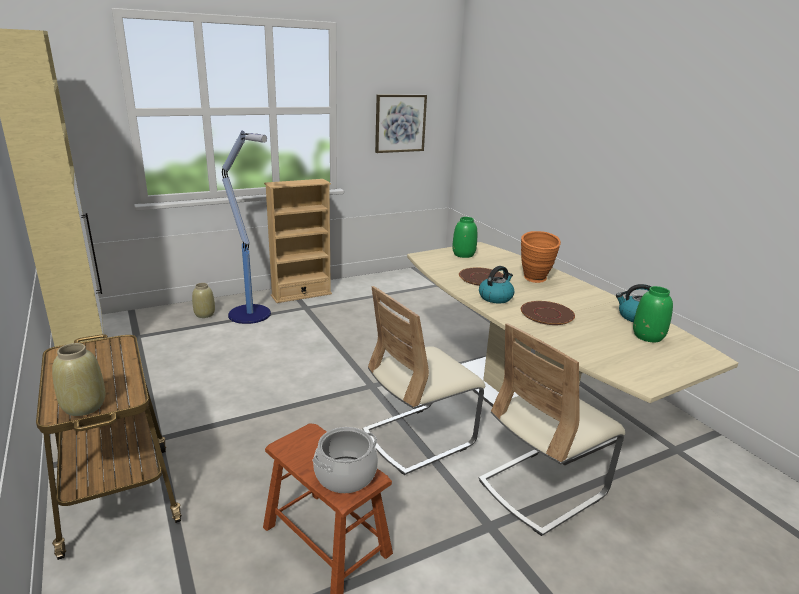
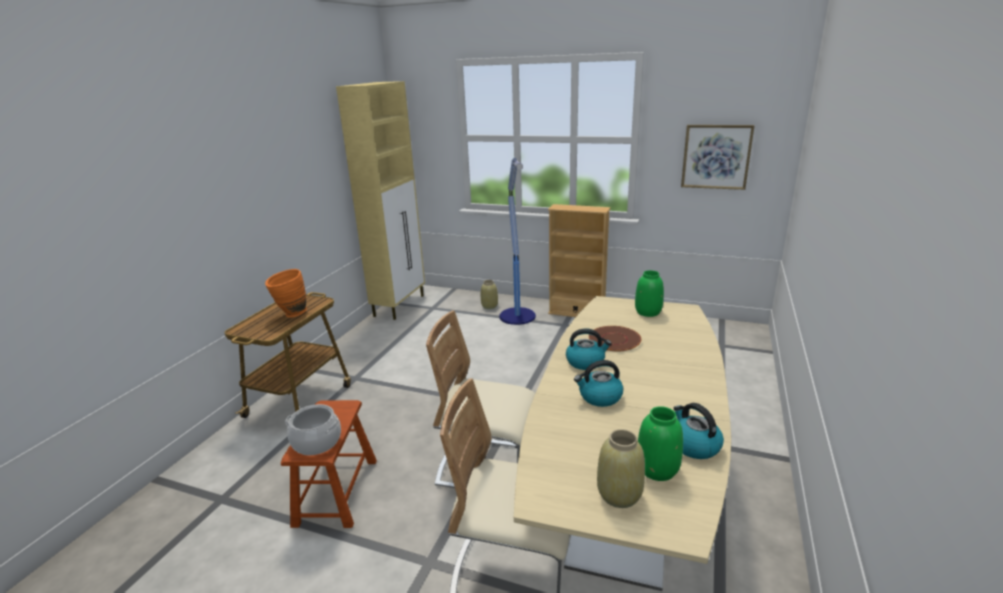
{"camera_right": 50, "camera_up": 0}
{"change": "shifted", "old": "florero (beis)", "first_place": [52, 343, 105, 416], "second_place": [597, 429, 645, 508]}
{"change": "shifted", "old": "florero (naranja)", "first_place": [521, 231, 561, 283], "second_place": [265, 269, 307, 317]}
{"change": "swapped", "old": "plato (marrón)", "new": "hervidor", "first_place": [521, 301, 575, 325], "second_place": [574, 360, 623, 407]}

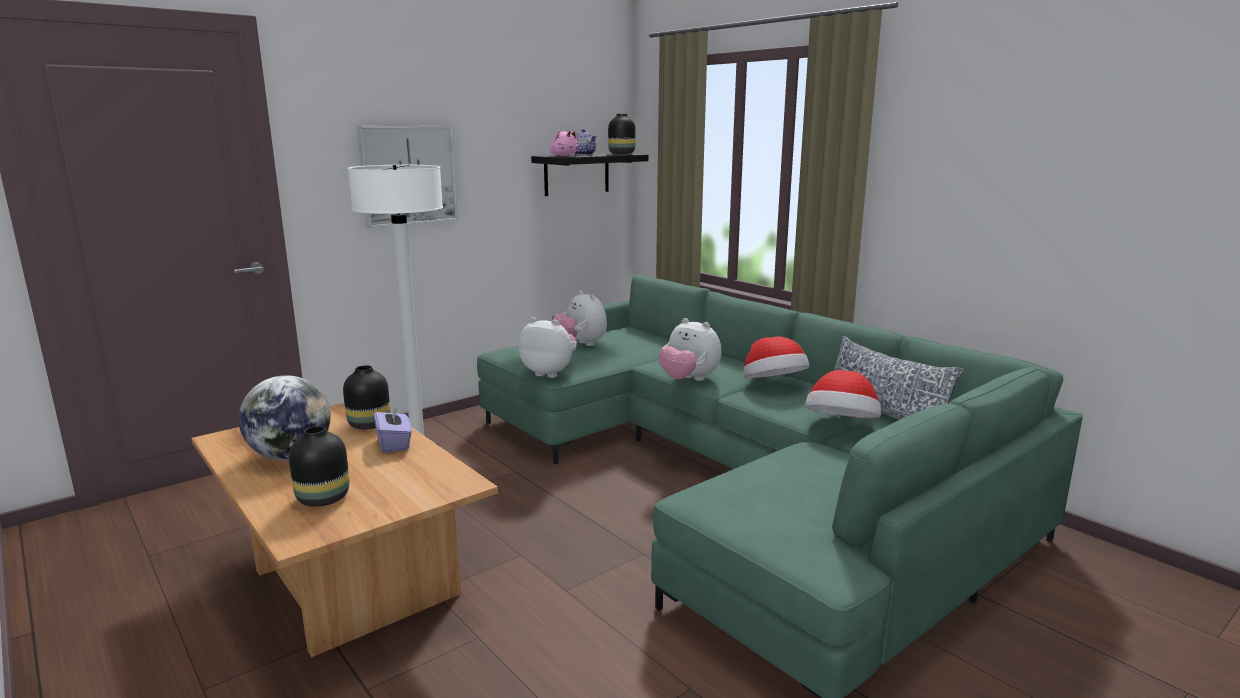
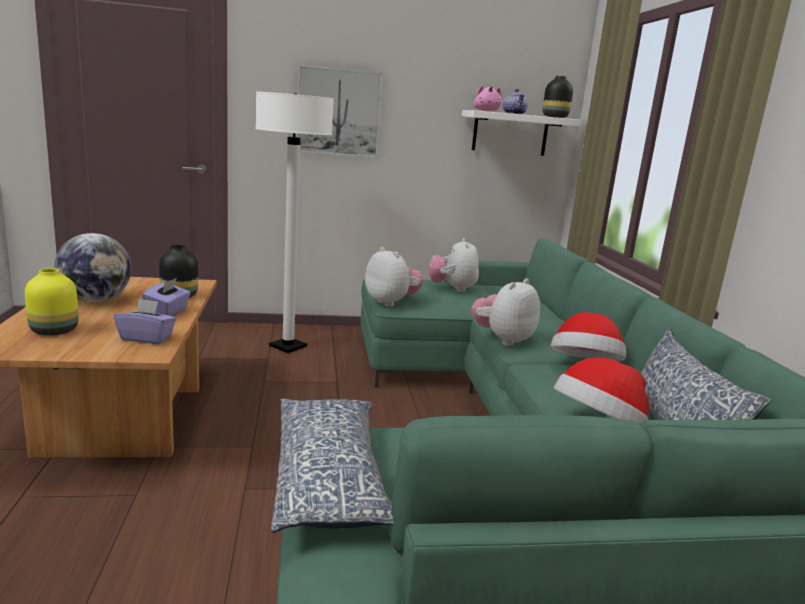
{"camera_right": 30, "camera_up": 0}
{"change": "repainted", "old": "florero (negro)", "new": "florero (amarillo)", "first_place": [289, 426, 349, 507], "second_place": [25, 268, 79, 336]}
{"change": "repainted", "old": "estante (negro)", "new": "estante (blanco)", "first_place": [531, 153, 648, 196], "second_place": [462, 110, 581, 156]}
{"change": "rotated", "old": "peluche", "first_place": [659, 318, 722, 381], "second_place": [472, 278, 540, 346], "degrees": 60}
{"change": "new", "new": "caja de pañuelos (morado)", "second_place": [114, 299, 176, 344]}
{"change": "new", "new": "cojín", "second_place": [271, 399, 393, 533]}

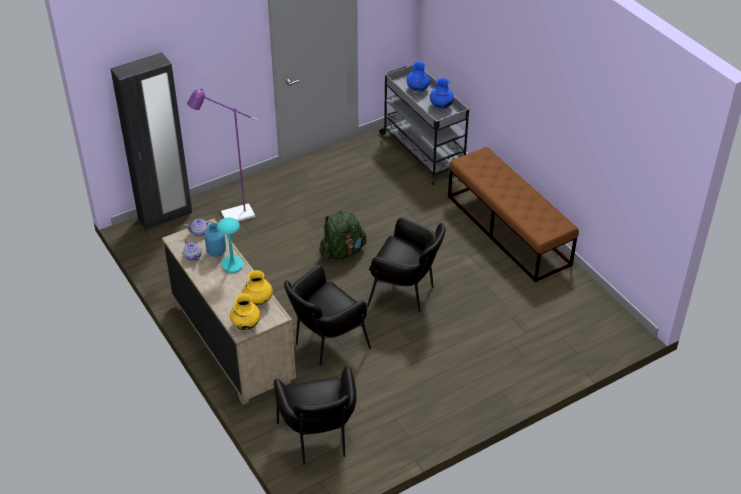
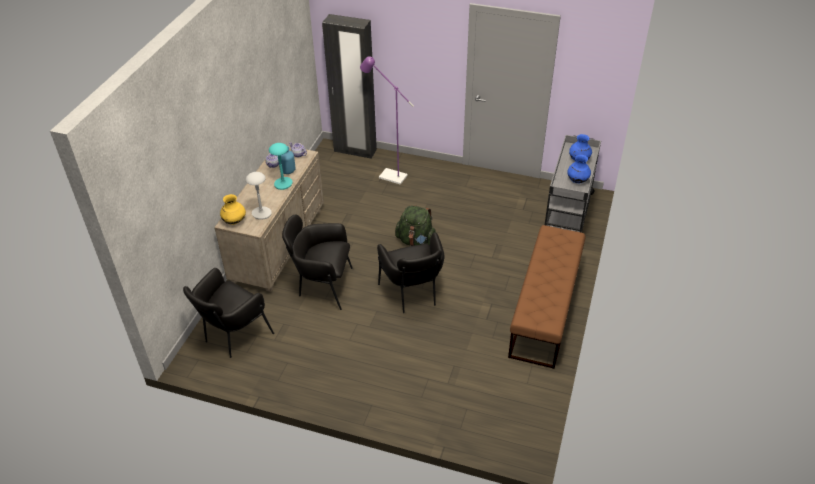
{"camera_right": 50, "camera_up": 0}
{"change": "swapped", "old": "florero (amarillo)", "new": "lámpara de mesa (gris)", "first_place": [242, 270, 273, 306], "second_place": [246, 172, 272, 220]}

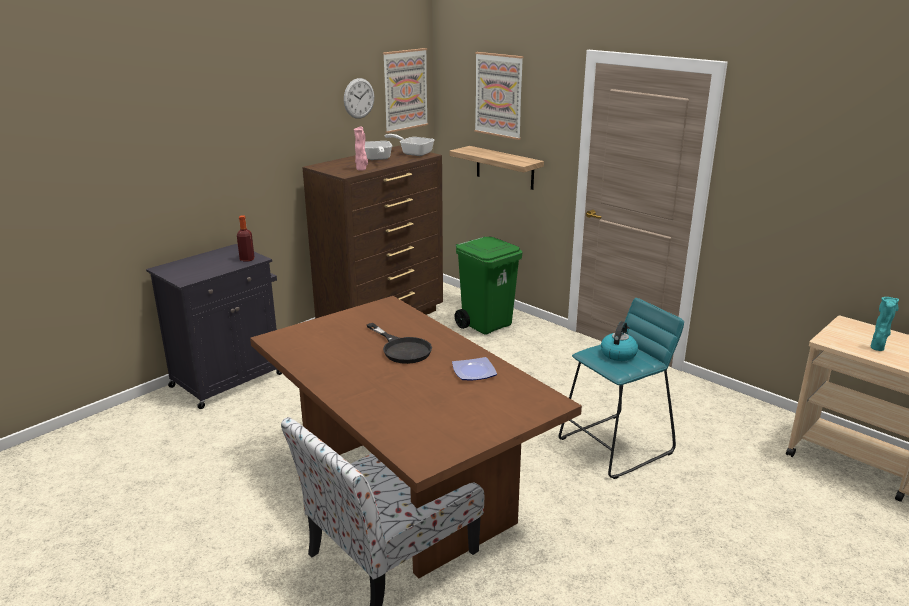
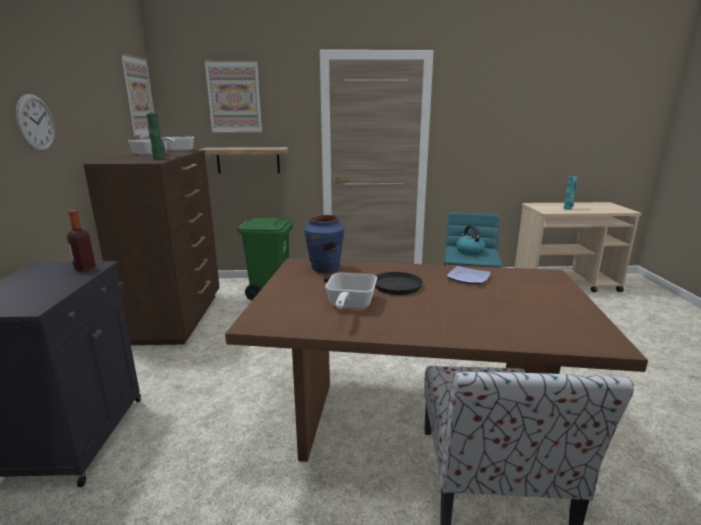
{"camera_right": -45, "camera_up": -5}
{"change": "shifted", "old": "reloj de pared", "first_place": [344, 78, 374, 119], "second_place": [16, 94, 55, 152]}
{"change": "repainted", "old": "florero (rosa)", "new": "florero (verde)", "first_place": [354, 126, 368, 171], "second_place": [146, 112, 165, 160]}
{"change": "new", "new": "florero (azul)", "second_place": [304, 215, 345, 273]}
{"change": "new", "new": "sartén", "second_place": [325, 273, 377, 309]}

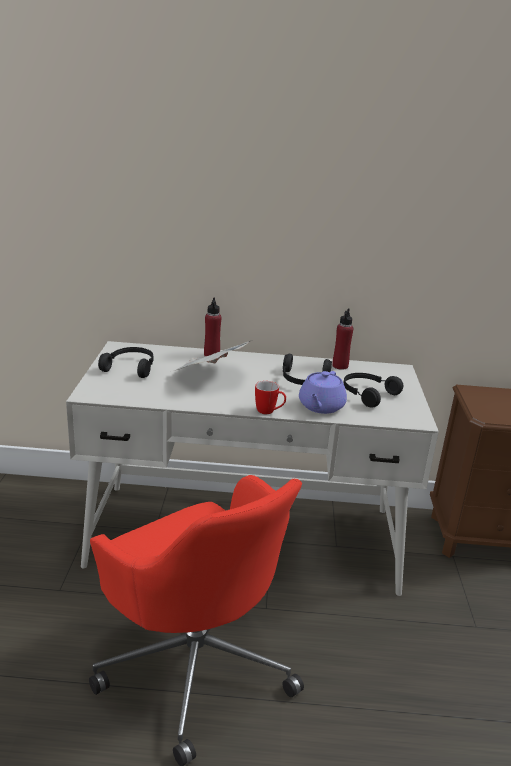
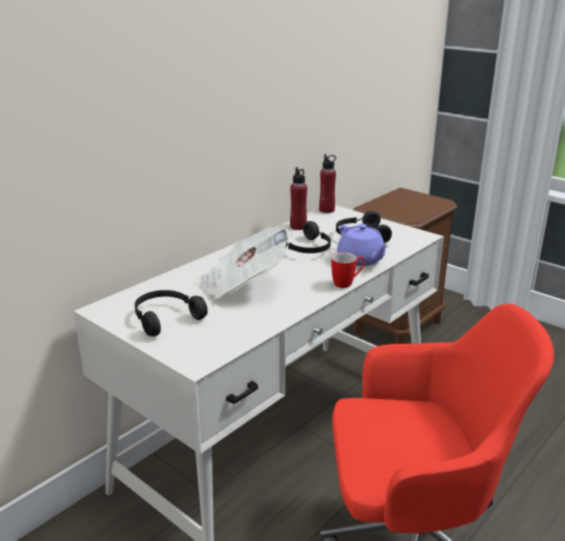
{"camera_right": -50, "camera_up": 0}
{"change": "shifted", "old": "botella (rojo)", "first_place": [204, 297, 221, 356], "second_place": [319, 154, 336, 213]}

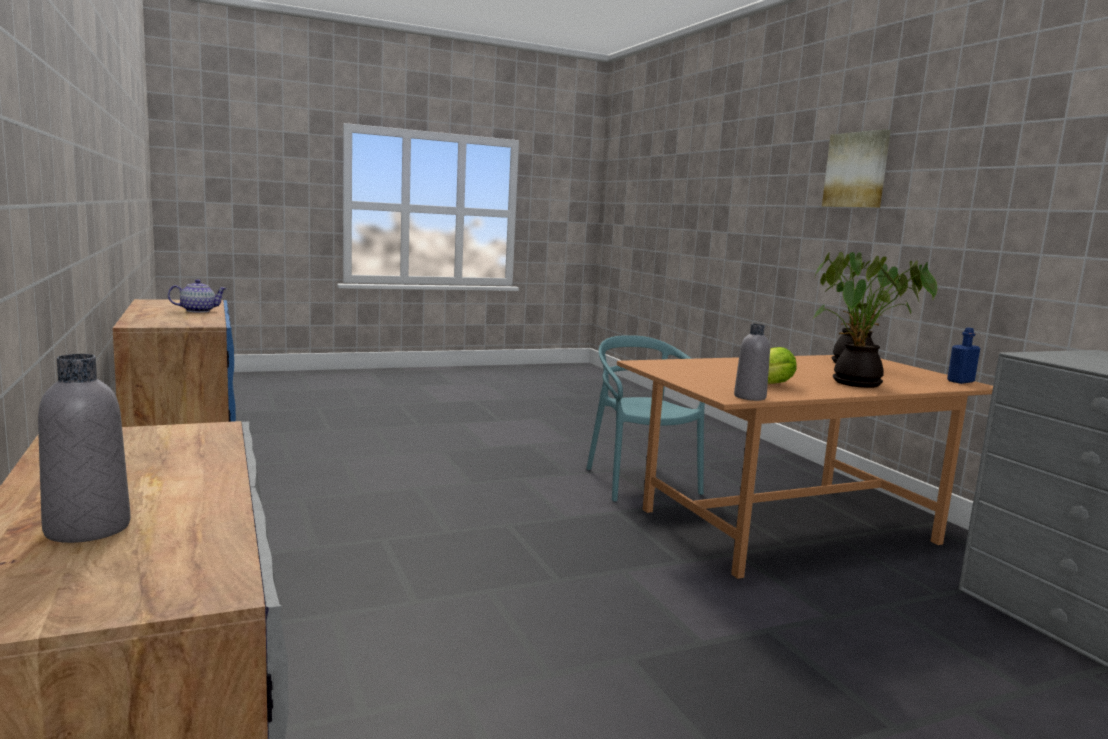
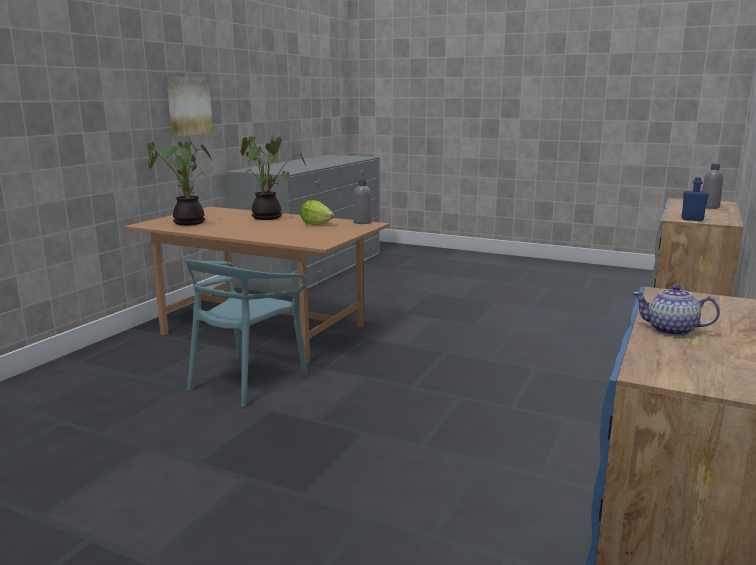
{"camera_right": -130, "camera_up": 5}
{"change": "shifted", "old": "cuadro", "first_place": [822, 129, 891, 208], "second_place": [167, 77, 213, 136]}
{"change": "shifted", "old": "botella (azul)", "first_place": [947, 327, 980, 384], "second_place": [681, 177, 709, 221]}

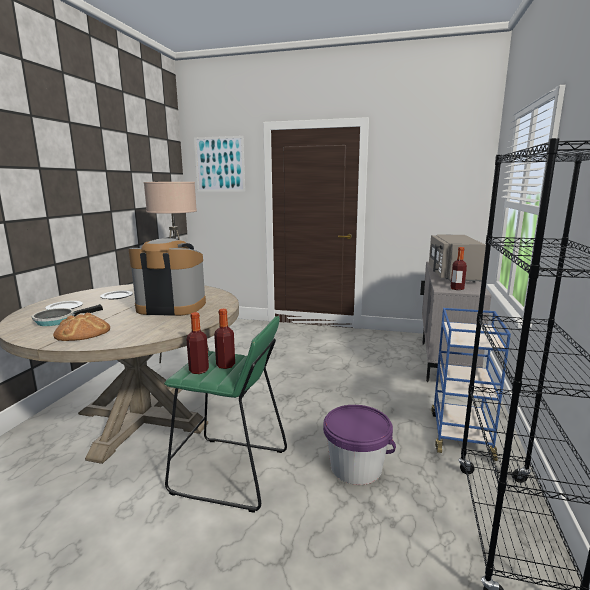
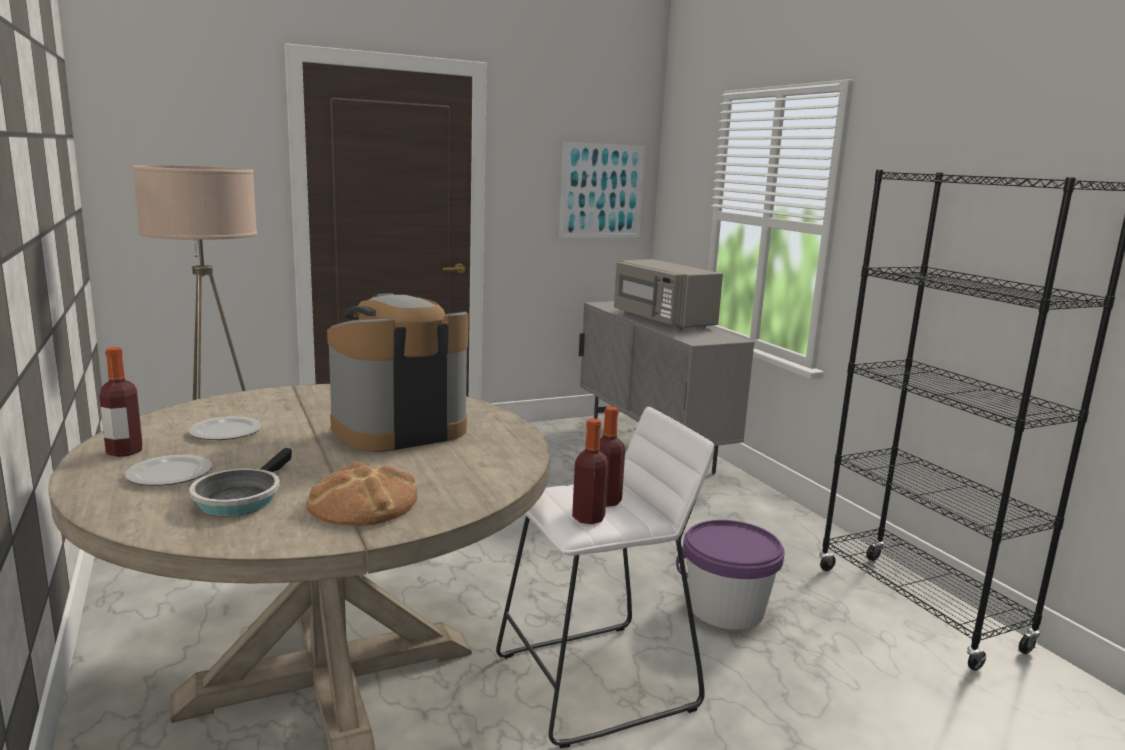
{"camera_right": -40, "camera_up": 0}
{"change": "repainted", "old": "taburete (verde)", "new": "taburete (blanco)", "first_place": [164, 316, 287, 513], "second_place": [496, 407, 714, 748]}
{"change": "shifted", "old": "cuadro", "first_place": [194, 136, 245, 192], "second_place": [559, 142, 646, 237]}
{"change": "gone", "old": "carrito (azul)", "first_place": [432, 308, 511, 461]}
{"change": "shifted", "old": "botella", "first_place": [450, 247, 467, 290], "second_place": [99, 347, 143, 457]}

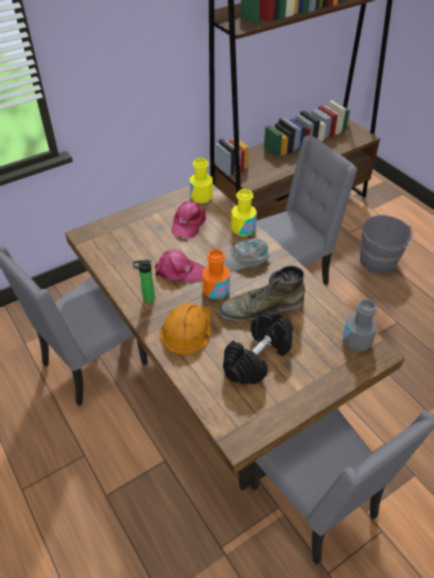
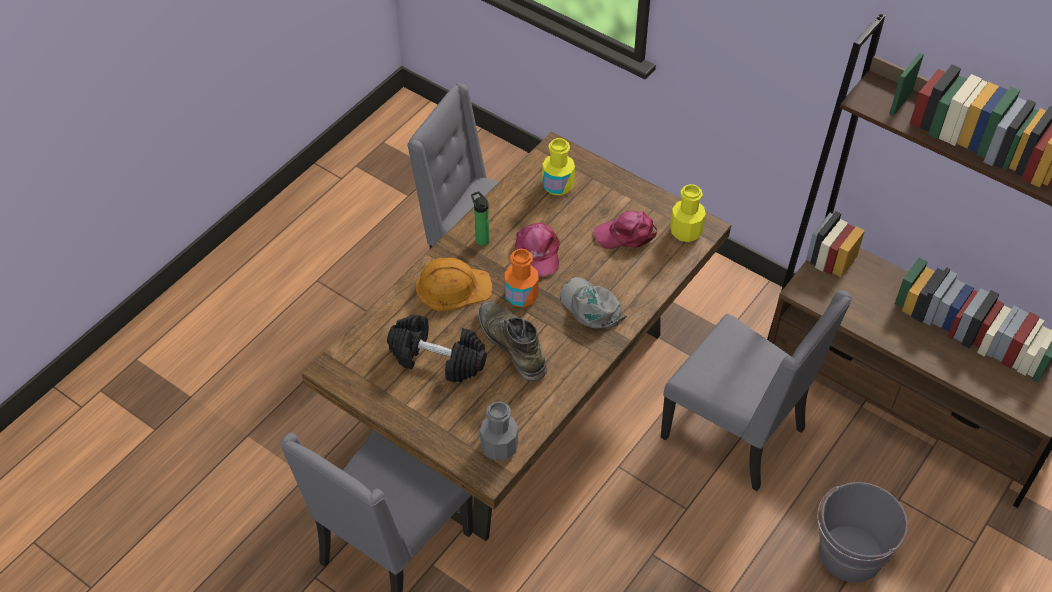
{"camera_right": 70, "camera_up": 5}
{"change": "shifted", "old": "botella (amarillo)", "first_place": [231, 189, 257, 236], "second_place": [542, 138, 575, 195]}

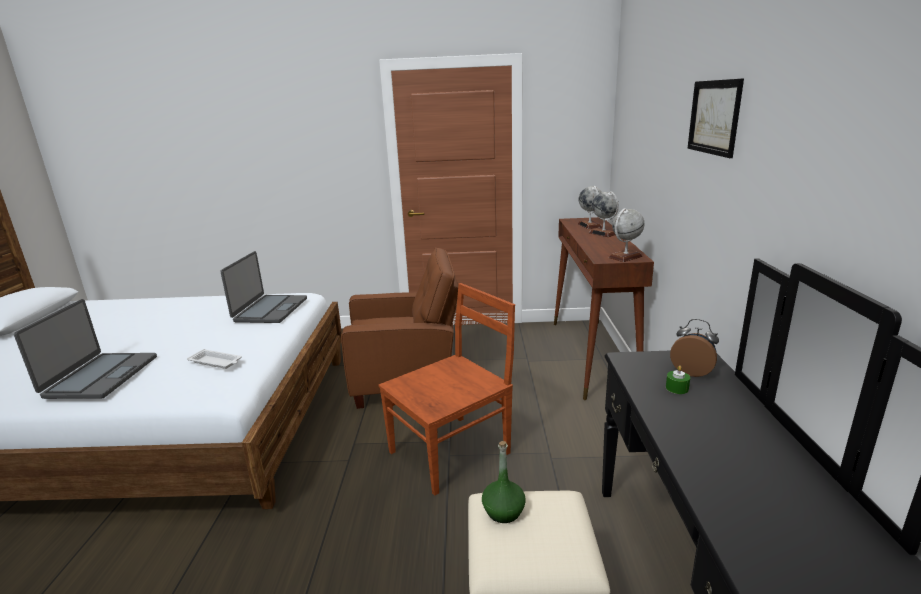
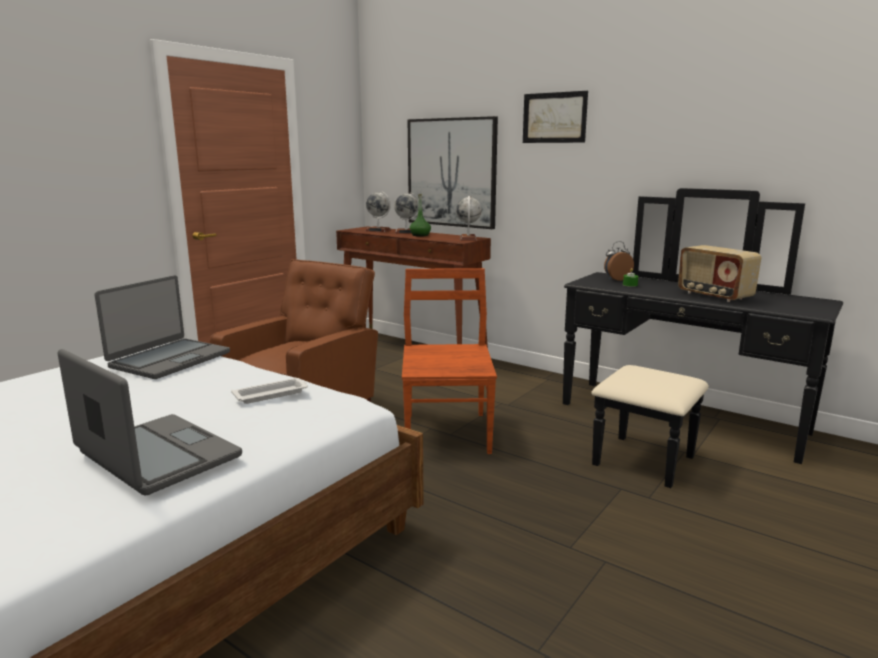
{"camera_right": -55, "camera_up": -5}
{"change": "rotated", "old": "portátil", "first_place": [220, 251, 307, 323], "second_place": [95, 275, 230, 379], "degrees": 75}
{"change": "shifted", "old": "botella (verde)", "first_place": [482, 441, 526, 523], "second_place": [410, 194, 431, 237]}
{"change": "new", "new": "cuadro", "second_place": [408, 116, 498, 229]}
{"change": "new", "new": "radio", "second_place": [678, 245, 761, 302]}

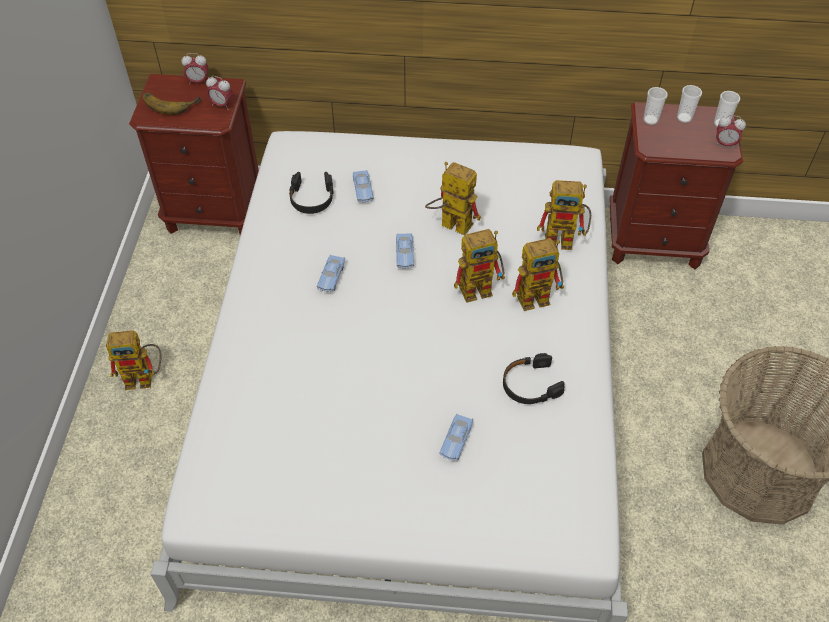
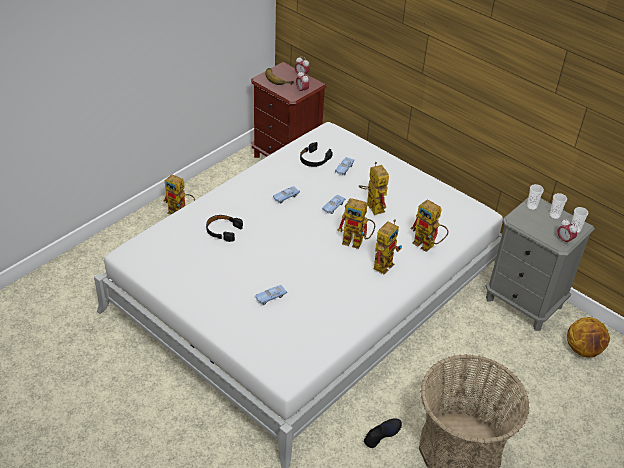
{"camera_right": 35, "camera_up": -10}
{"change": "shifted", "old": "auriculares (negro)", "first_place": [503, 353, 565, 404], "second_place": [206, 215, 243, 242]}
{"change": "rotated", "old": "robot de juguete", "first_place": [512, 238, 564, 311], "second_place": [373, 219, 402, 275], "degrees": -75}
{"change": "repainted", "old": "mesita de noche (marrón)", "new": "mesita de noche (gris)", "first_place": [609, 102, 743, 269], "second_place": [486, 198, 595, 331]}
{"change": "new", "new": "zapato (negro)", "second_place": [364, 418, 402, 448]}
{"change": "new", "new": "balón de baloncesto", "second_place": [567, 317, 610, 358]}

